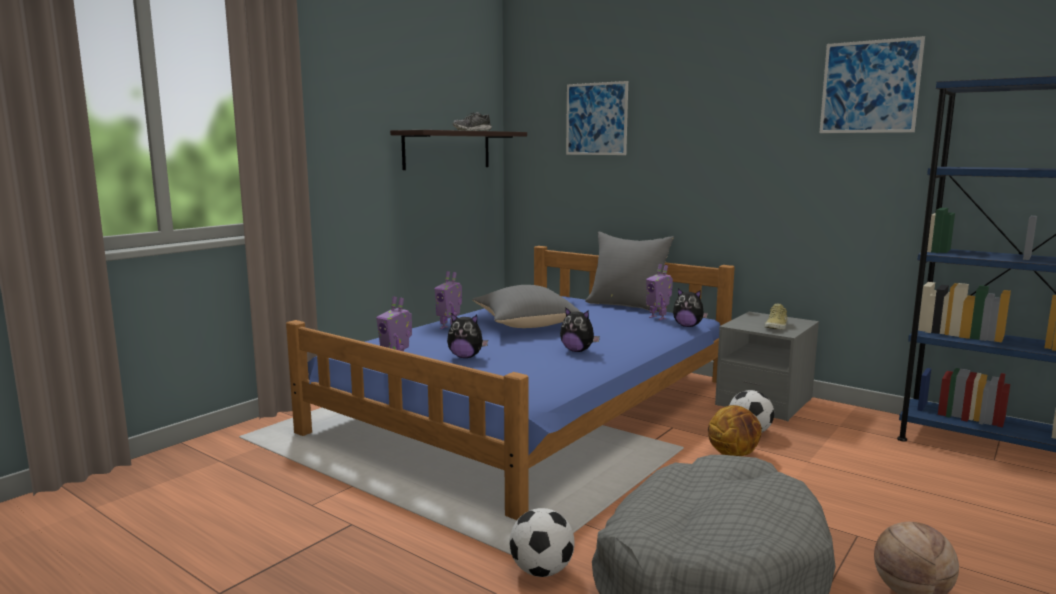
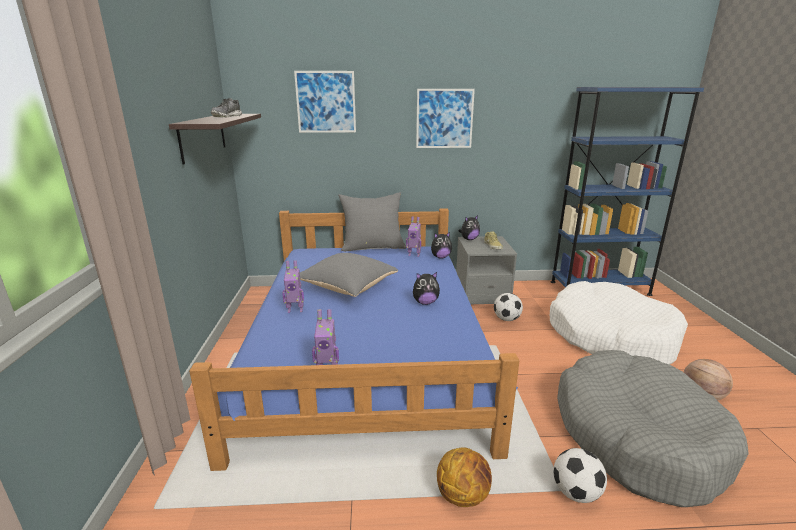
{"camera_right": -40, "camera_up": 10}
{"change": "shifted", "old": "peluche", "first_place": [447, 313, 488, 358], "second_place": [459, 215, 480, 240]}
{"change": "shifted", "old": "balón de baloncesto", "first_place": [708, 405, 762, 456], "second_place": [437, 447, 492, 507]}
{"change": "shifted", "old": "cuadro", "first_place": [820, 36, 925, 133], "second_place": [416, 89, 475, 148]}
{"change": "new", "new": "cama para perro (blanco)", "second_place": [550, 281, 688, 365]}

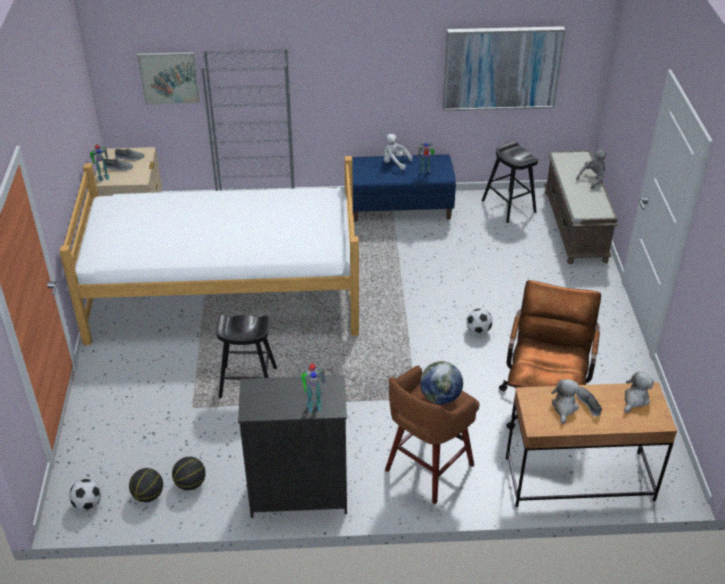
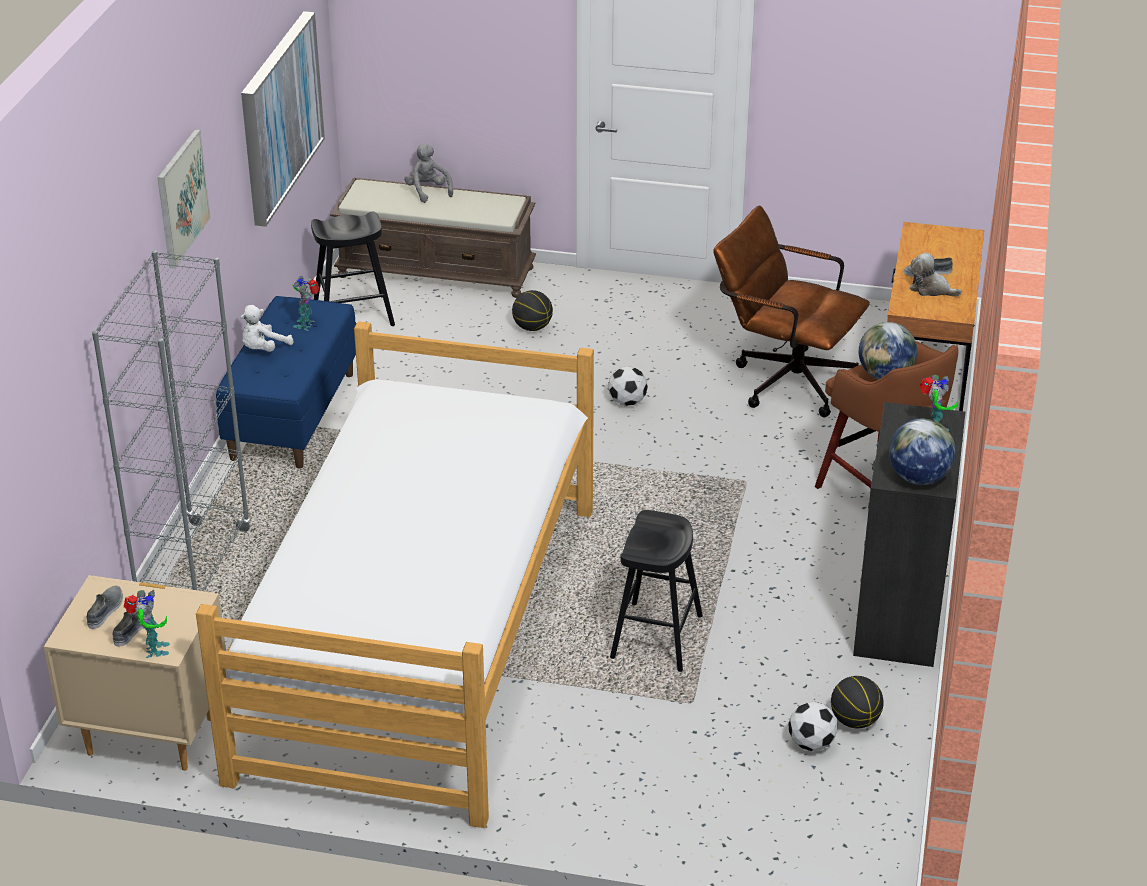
{"camera_right": -75, "camera_up": -5}
{"change": "shifted", "old": "balón de fútbol", "first_place": [69, 479, 101, 511], "second_place": [788, 702, 838, 751]}
{"change": "shifted", "old": "balón de baloncesto", "first_place": [129, 468, 163, 502], "second_place": [512, 290, 553, 331]}
{"change": "shifted", "old": "cuadro", "first_place": [137, 52, 200, 105], "second_place": [157, 129, 211, 269]}
{"change": "gone", "old": "peluche", "first_place": [624, 371, 654, 413]}
{"change": "new", "new": "globo terráqueo", "second_place": [889, 419, 956, 485]}

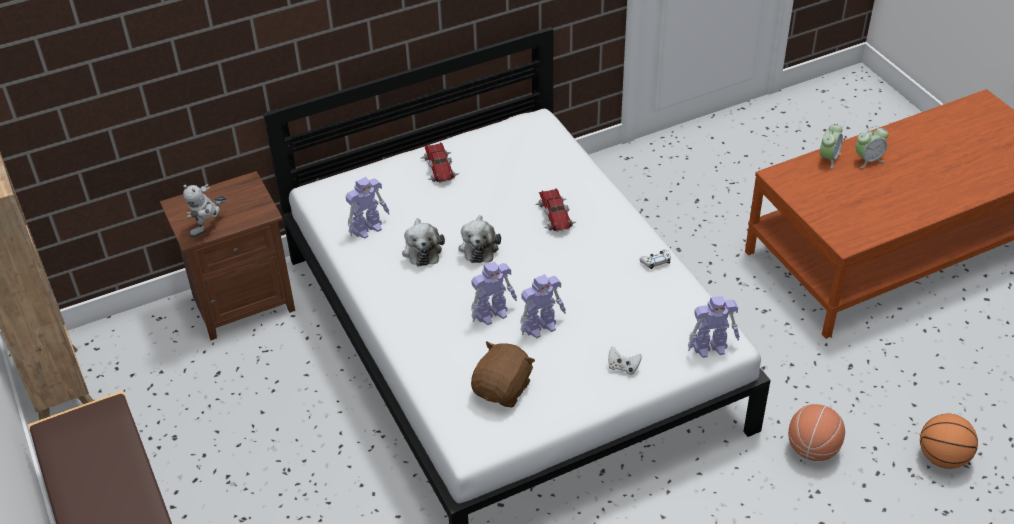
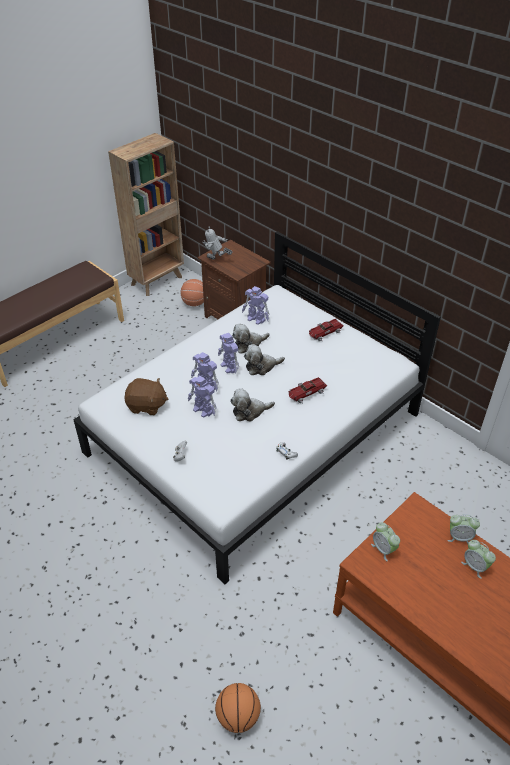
{"camera_right": 70, "camera_up": 0}
{"change": "shifted", "old": "robot de juguete", "first_place": [688, 296, 740, 358], "second_place": [218, 333, 239, 374]}
{"change": "shifted", "old": "balón de baloncesto", "first_place": [788, 404, 845, 461], "second_place": [181, 279, 204, 306]}
{"change": "new", "new": "peluche", "second_place": [230, 388, 275, 422]}
{"change": "new", "new": "despertador", "second_place": [371, 522, 400, 561]}

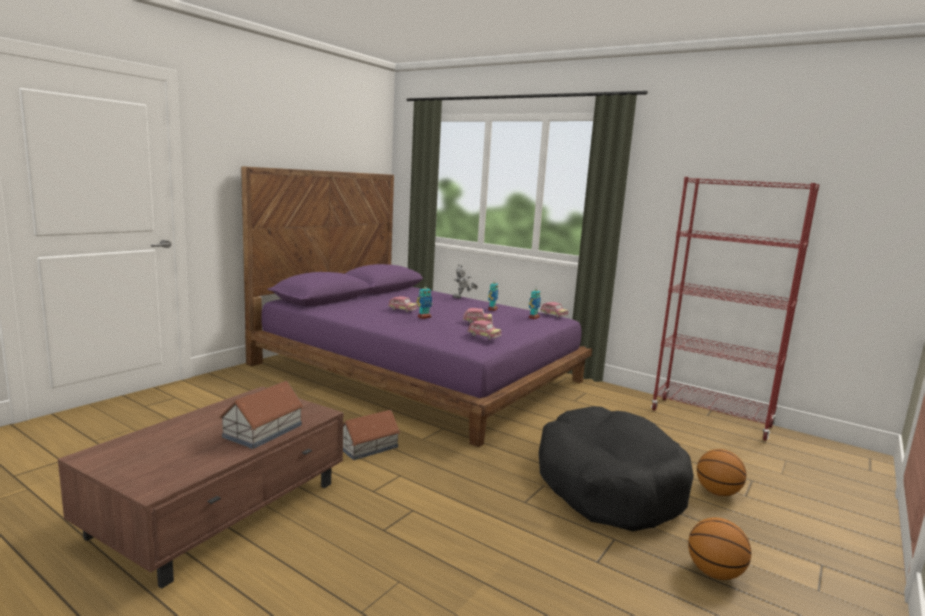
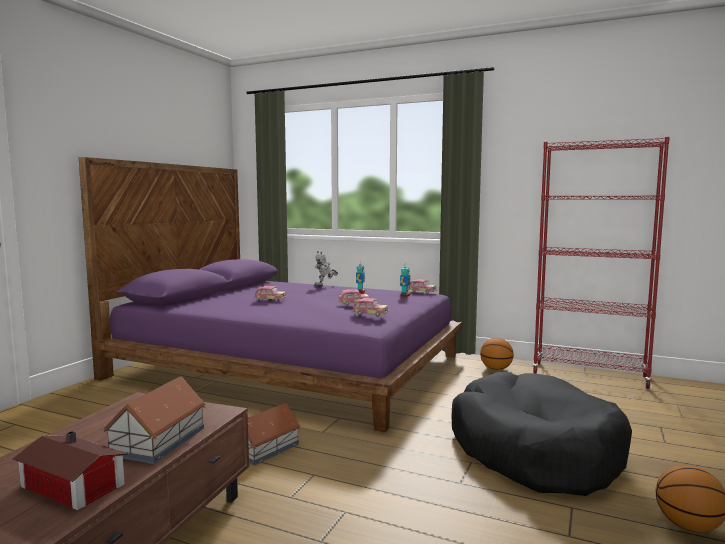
{"camera_right": -10, "camera_up": -5}
{"change": "gone", "old": "robot de juguete", "first_place": [416, 284, 433, 319]}
{"change": "shifted", "old": "balón de baloncesto", "first_place": [697, 449, 746, 496], "second_place": [480, 338, 514, 370]}
{"change": "new", "new": "casita", "second_place": [13, 431, 128, 510]}

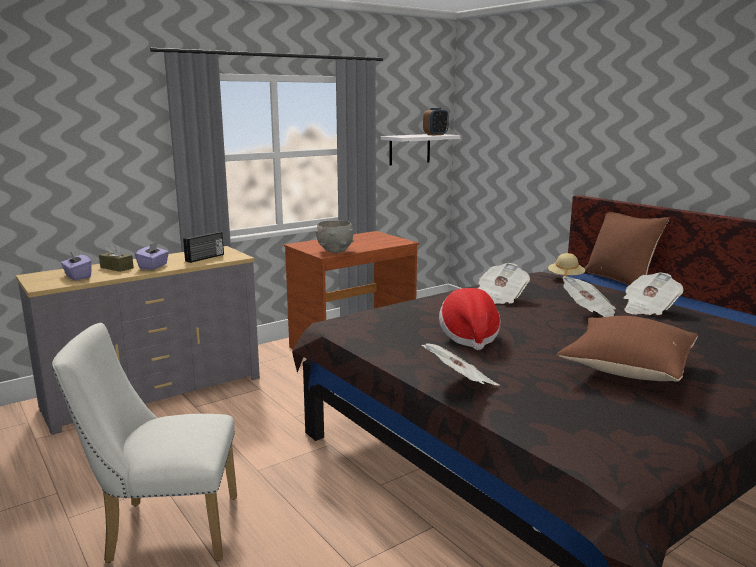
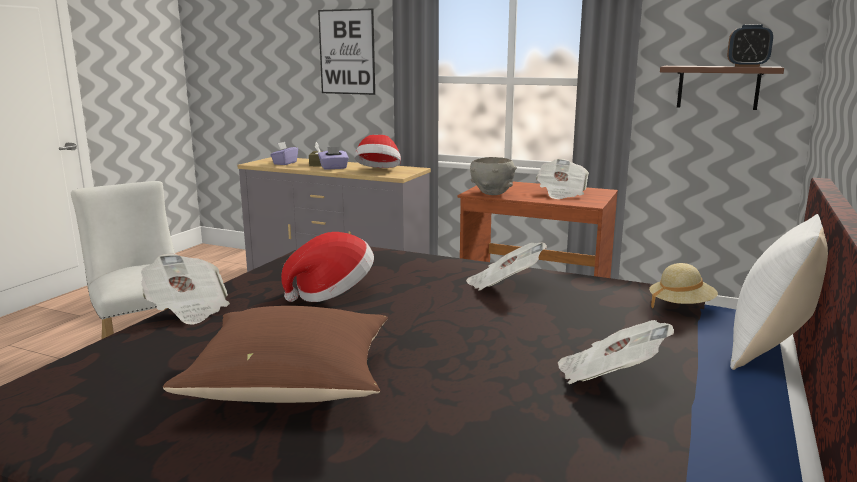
{"camera_right": 60, "camera_up": 0}
{"change": "swapped", "old": "radio", "new": "sombrero", "first_place": [183, 231, 224, 263], "second_place": [355, 135, 401, 168]}
{"change": "repainted", "old": "estante (blanco)", "new": "estante (marrón)", "first_place": [381, 134, 460, 165], "second_place": [660, 66, 784, 110]}
{"change": "shifted", "old": "periódico", "first_place": [563, 276, 616, 317], "second_place": [536, 159, 589, 199]}
{"change": "repainted", "old": "cojín (marrón)", "new": "cojín (blanco)", "first_place": [584, 212, 670, 285], "second_place": [730, 214, 828, 370]}
{"change": "new", "new": "cuadro", "second_place": [318, 8, 375, 95]}

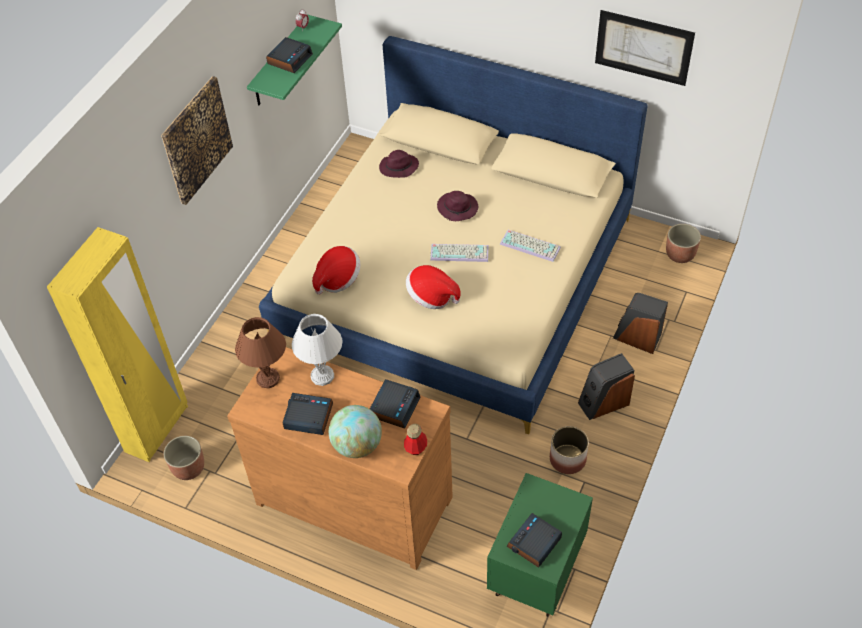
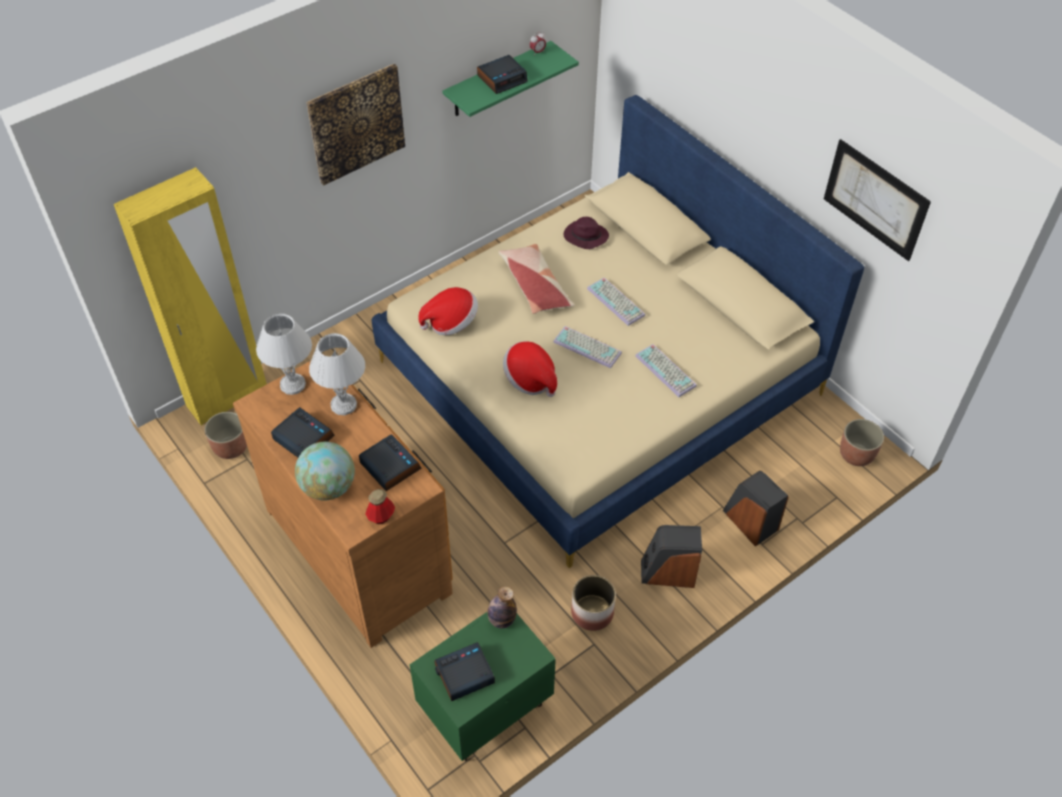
{"camera_right": 25, "camera_up": 0}
{"change": "repainted", "old": "lámpara de mesa (marrón)", "new": "lámpara de mesa (blanco)", "first_place": [235, 317, 286, 389], "second_place": [256, 314, 312, 395]}
{"change": "rotated", "old": "despertador", "first_place": [370, 379, 420, 429], "second_place": [359, 434, 421, 491], "degrees": -90}
{"change": "swapped", "old": "sombrero (morado)", "new": "teclado", "first_place": [437, 191, 478, 221], "second_place": [587, 278, 645, 326]}
{"change": "new", "new": "botella", "second_place": [488, 586, 517, 628]}
{"change": "new", "new": "cojín", "second_place": [499, 244, 574, 314]}

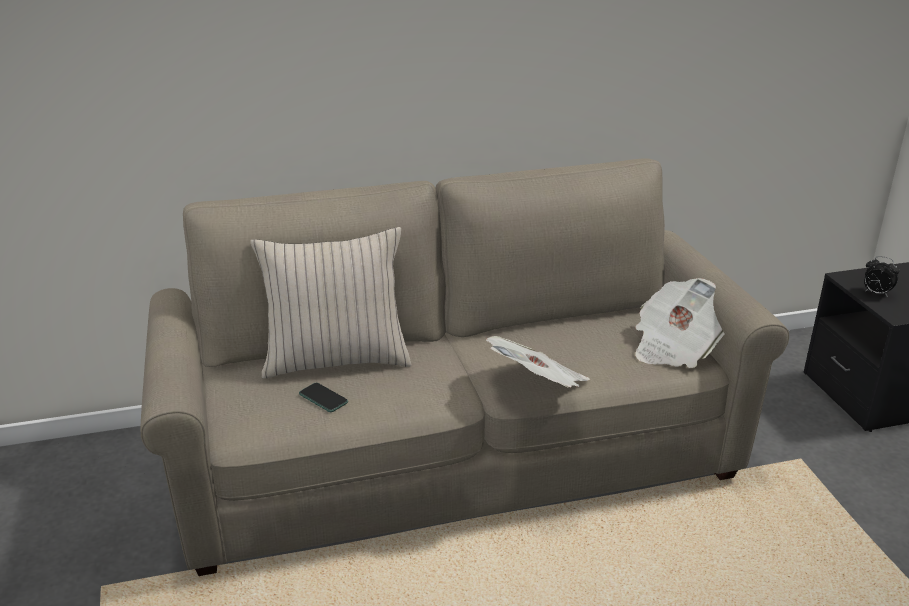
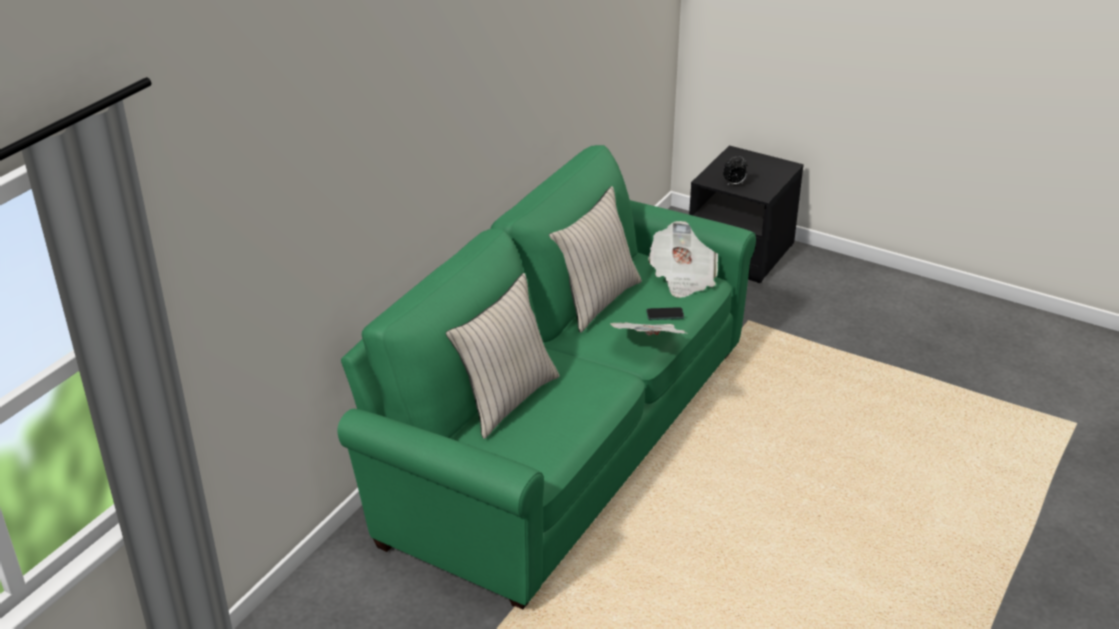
{"camera_right": -45, "camera_up": 5}
{"change": "repainted", "old": "sofá (beis)", "new": "sofá (verde)", "first_place": [141, 158, 789, 576], "second_place": [337, 145, 756, 609]}
{"change": "shifted", "old": "móvil", "first_place": [299, 383, 348, 412], "second_place": [646, 307, 684, 320]}
{"change": "new", "new": "cojín (beis)", "second_place": [549, 186, 642, 333]}

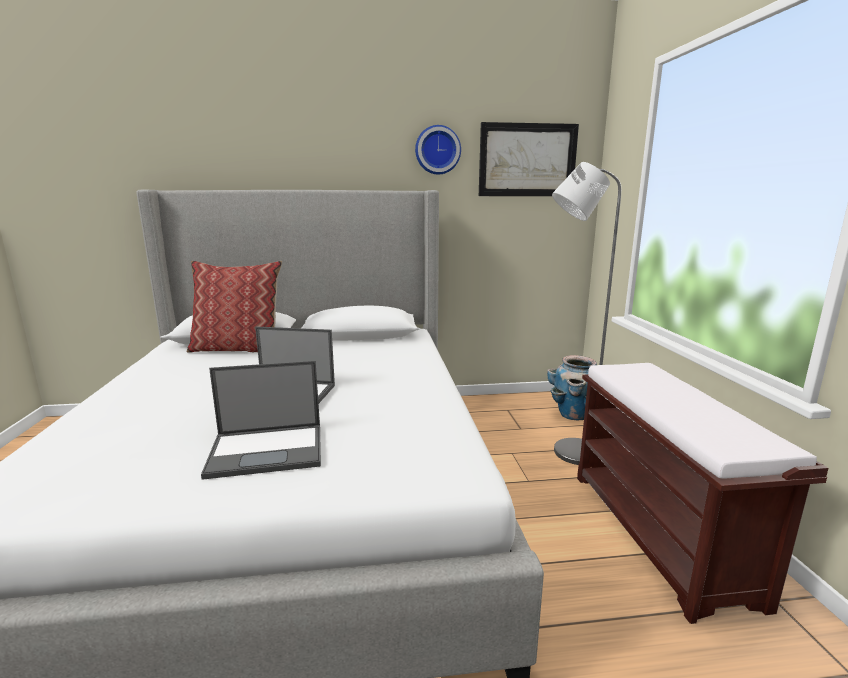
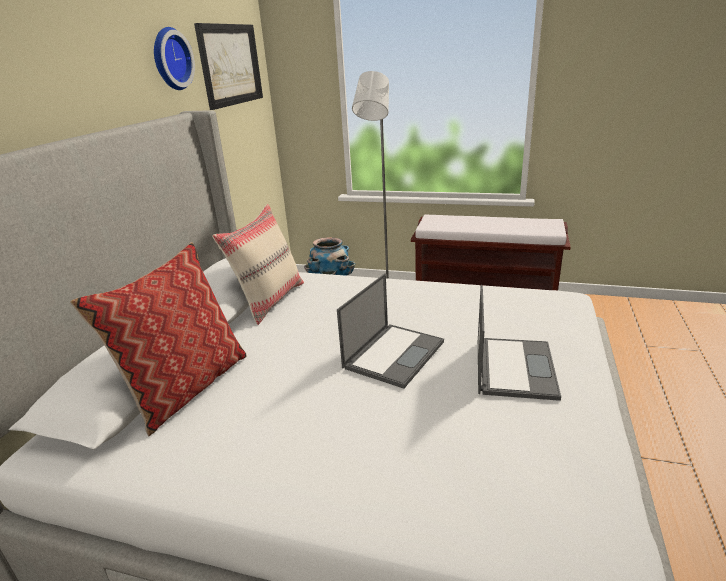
{"camera_right": -65, "camera_up": 10}
{"change": "new", "new": "cojín (beis)", "second_place": [212, 204, 304, 325]}

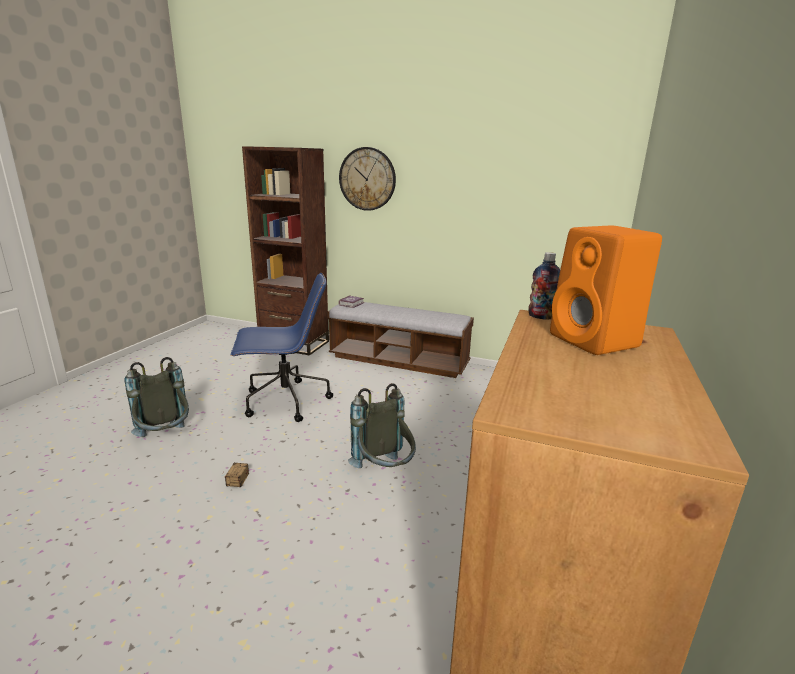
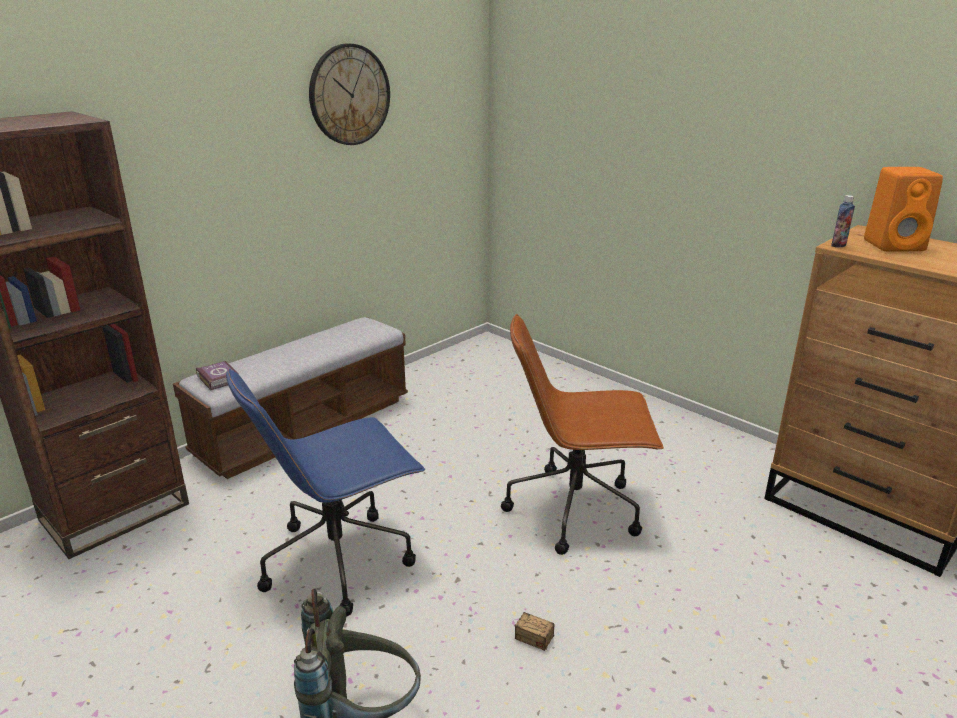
{"camera_right": -65, "camera_up": 5}
{"change": "rotated", "old": "silla de oficina (azul)", "first_place": [231, 273, 333, 422], "second_place": [226, 368, 425, 617], "degrees": -135}
{"change": "shifted", "old": "reloj de pared", "first_place": [339, 147, 396, 211], "second_place": [309, 43, 390, 145]}
{"change": "swapped", "old": "mochila (gris)", "new": "silla de oficina (marrón)", "first_place": [348, 383, 416, 468], "second_place": [501, 314, 664, 555]}

